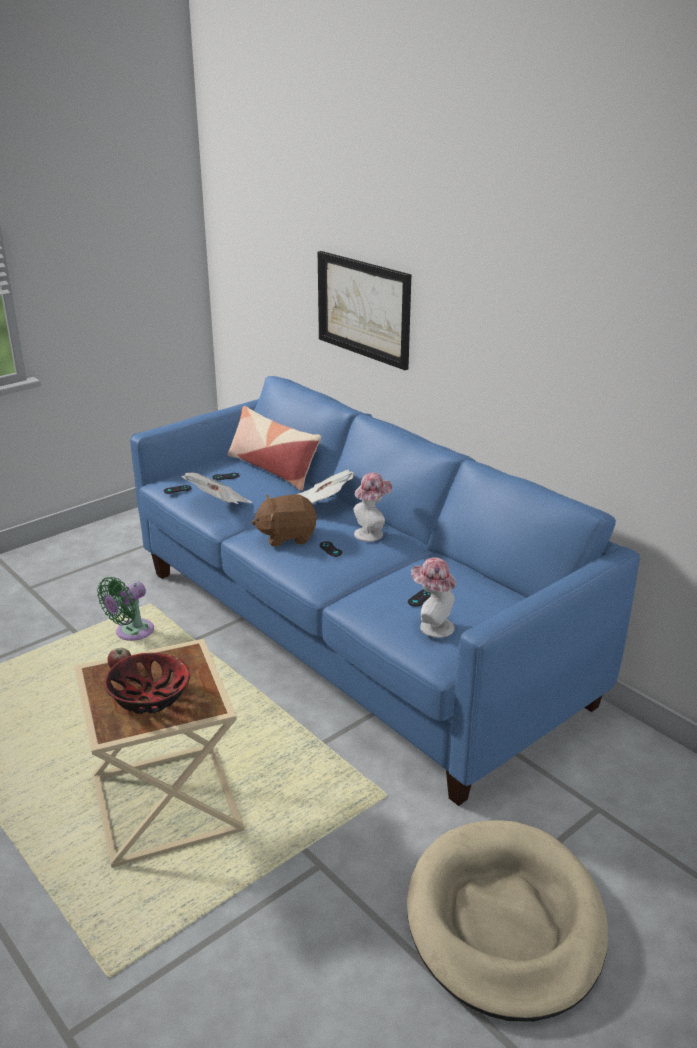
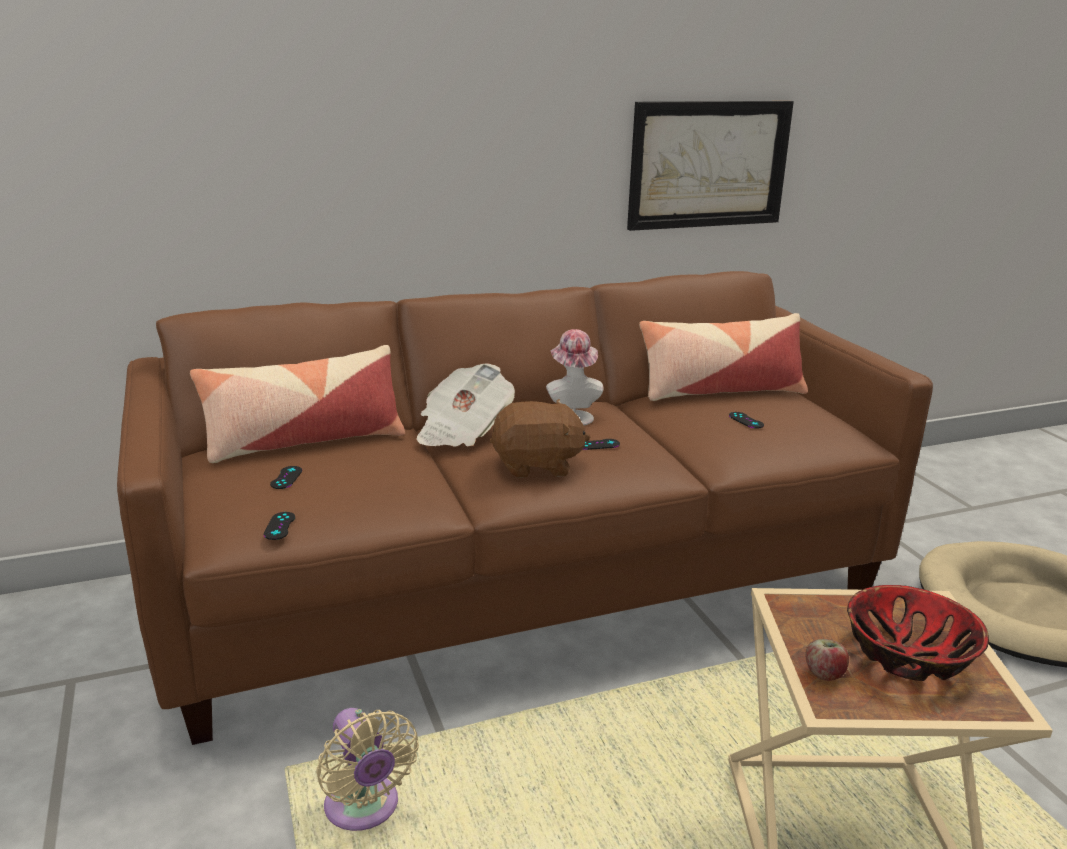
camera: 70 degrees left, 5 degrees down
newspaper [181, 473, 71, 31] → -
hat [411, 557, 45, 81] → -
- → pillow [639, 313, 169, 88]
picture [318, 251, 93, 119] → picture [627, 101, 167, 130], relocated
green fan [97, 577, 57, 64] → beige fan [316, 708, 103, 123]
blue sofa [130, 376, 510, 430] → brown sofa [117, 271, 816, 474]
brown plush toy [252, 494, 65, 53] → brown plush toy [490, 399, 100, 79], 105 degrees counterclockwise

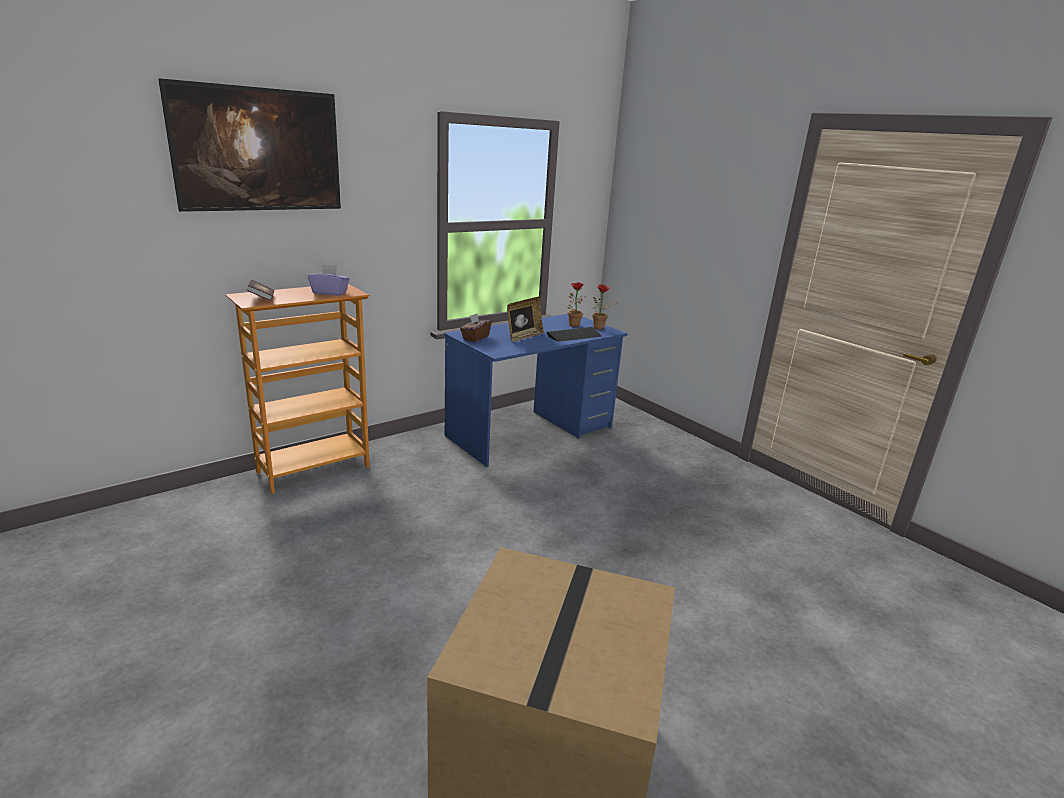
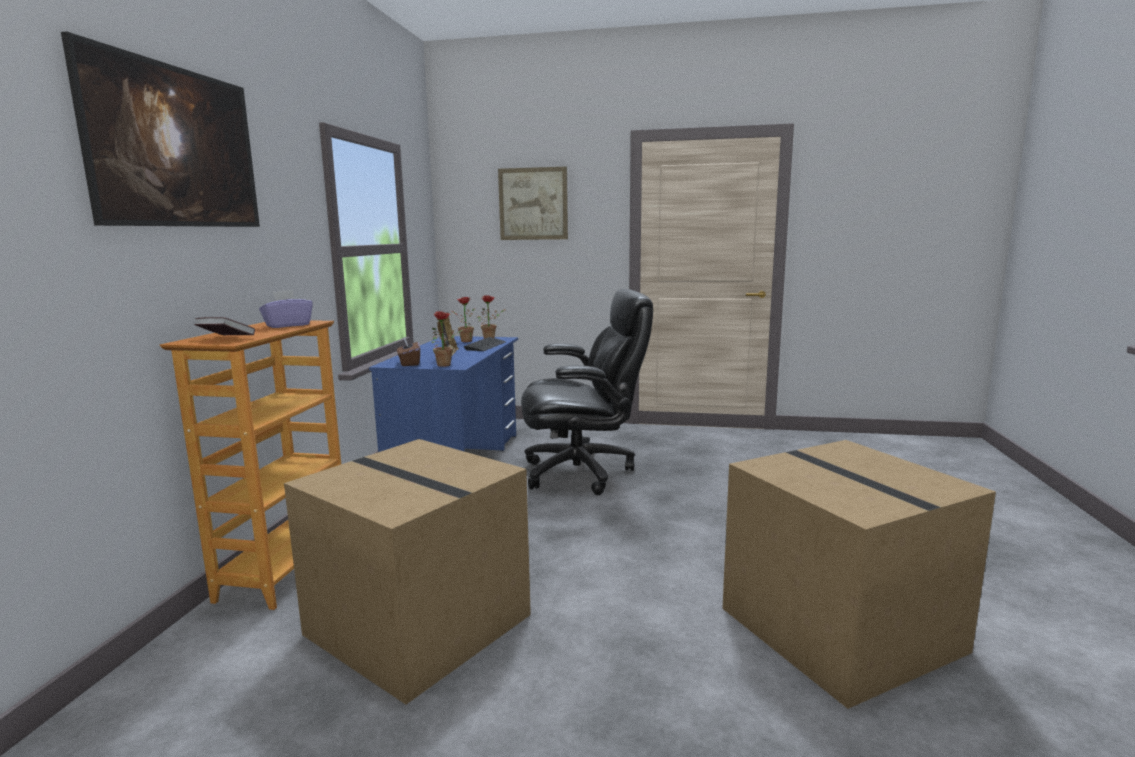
camera: 40 degrees left, 10 degrees down
- → cardboard box [284, 439, 247, 265]
- → potted plant [431, 311, 33, 56]
- → picture [498, 166, 70, 74]
- → black office chair [521, 289, 132, 206]

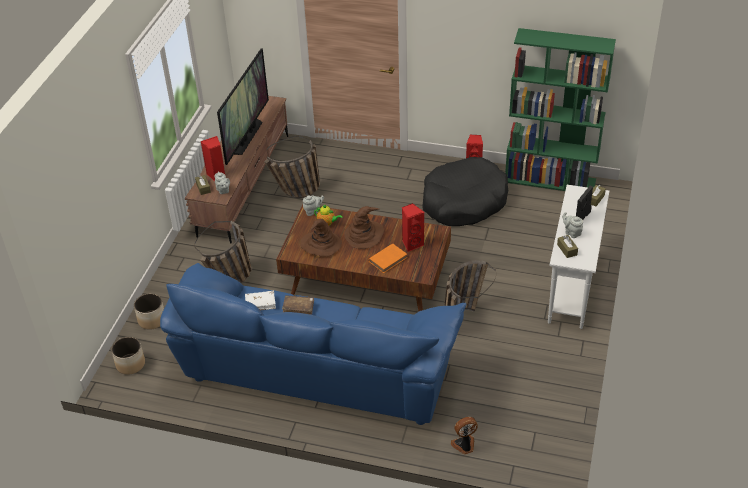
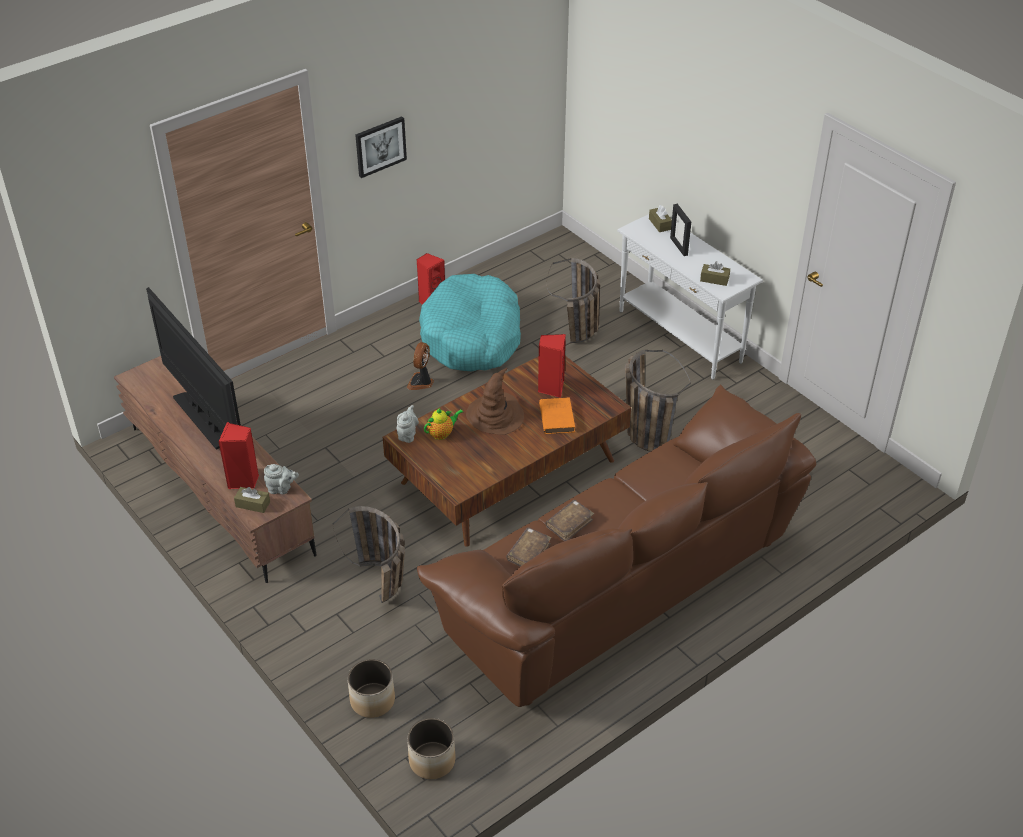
camera: 55 degrees left, 0 degrees up
brown hat [300, 219, 42, 38] → -
green bookcase [505, 28, 111, 163] → -
grey teapot [562, 212, 21, 26] → -
- → picture [355, 116, 52, 62]
basket [264, 136, 56, 62] → basket [546, 258, 54, 85], relocated
fan [451, 417, 27, 37] → fan [407, 342, 27, 48], relocated
blue sofa [160, 263, 307, 162] → brown sofa [417, 384, 399, 323]
white book [245, 291, 31, 19] → brown book [506, 528, 45, 39]
black dog bed [423, 157, 85, 69] → turquoise dog bed [419, 274, 102, 97]

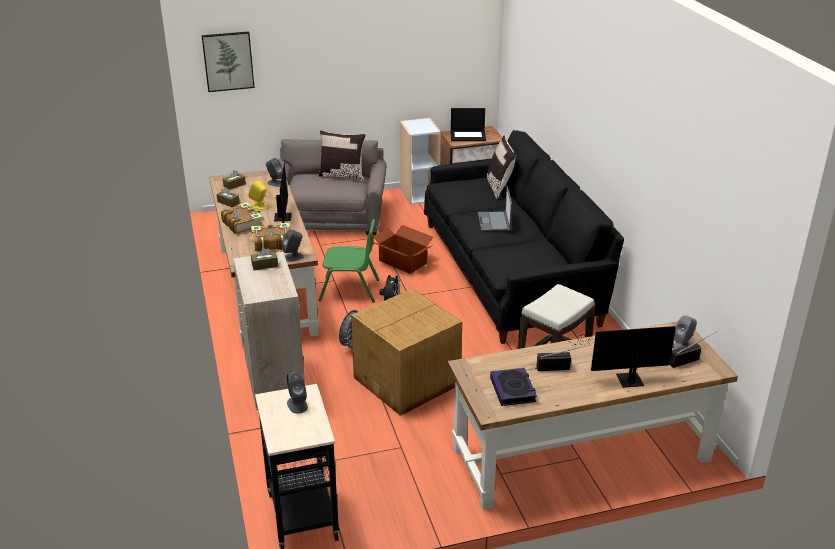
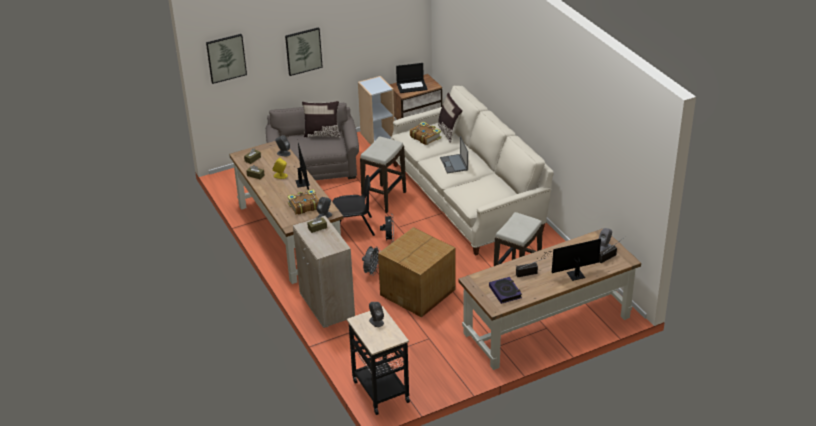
camera: 10 degrees left, 5 degrees up
- → picture [285, 27, 38, 49]
book [221, 202, 43, 32] → book [410, 121, 31, 24], relocated
cardboard box [373, 225, 60, 49] → stool [360, 136, 46, 77]
green chair [319, 219, 60, 84] → black chair [332, 175, 43, 61]
black sofa [424, 130, 200, 214] → beige sofa [391, 86, 162, 170]

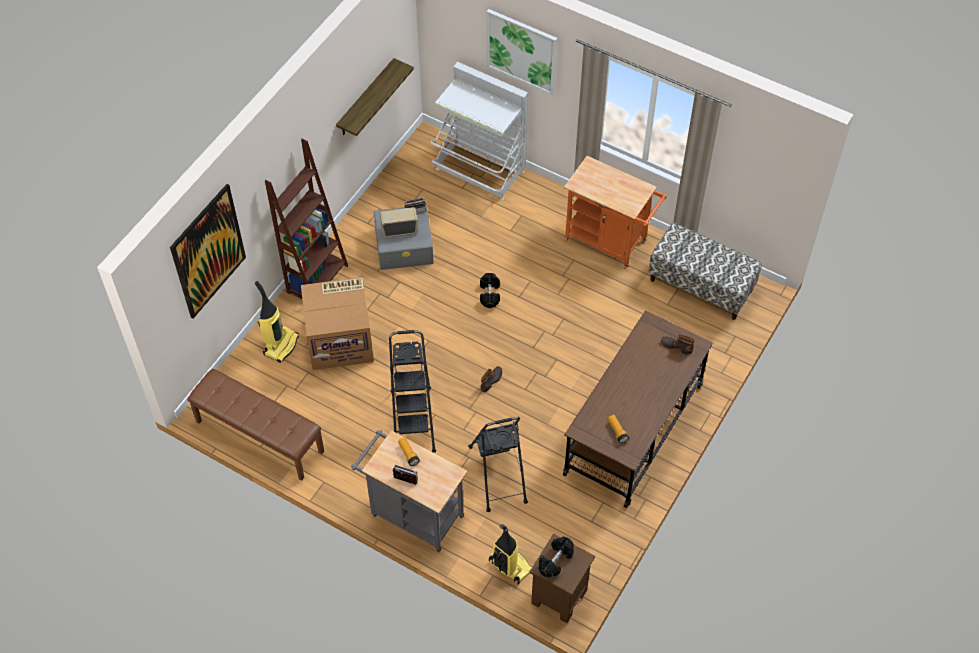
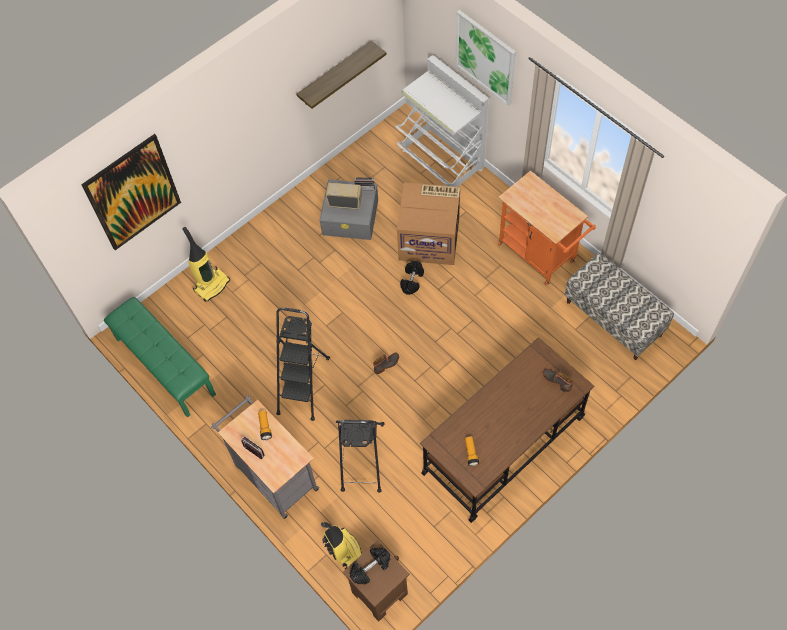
camera: 20 degrees right, 5 degrees up
brown bookcase [265, 138, 83, 160] → -
cardboard box [301, 277, 73, 93] → cardboard box [397, 182, 63, 83], relocated
brown bench [187, 369, 137, 111] → green bench [104, 297, 112, 121]

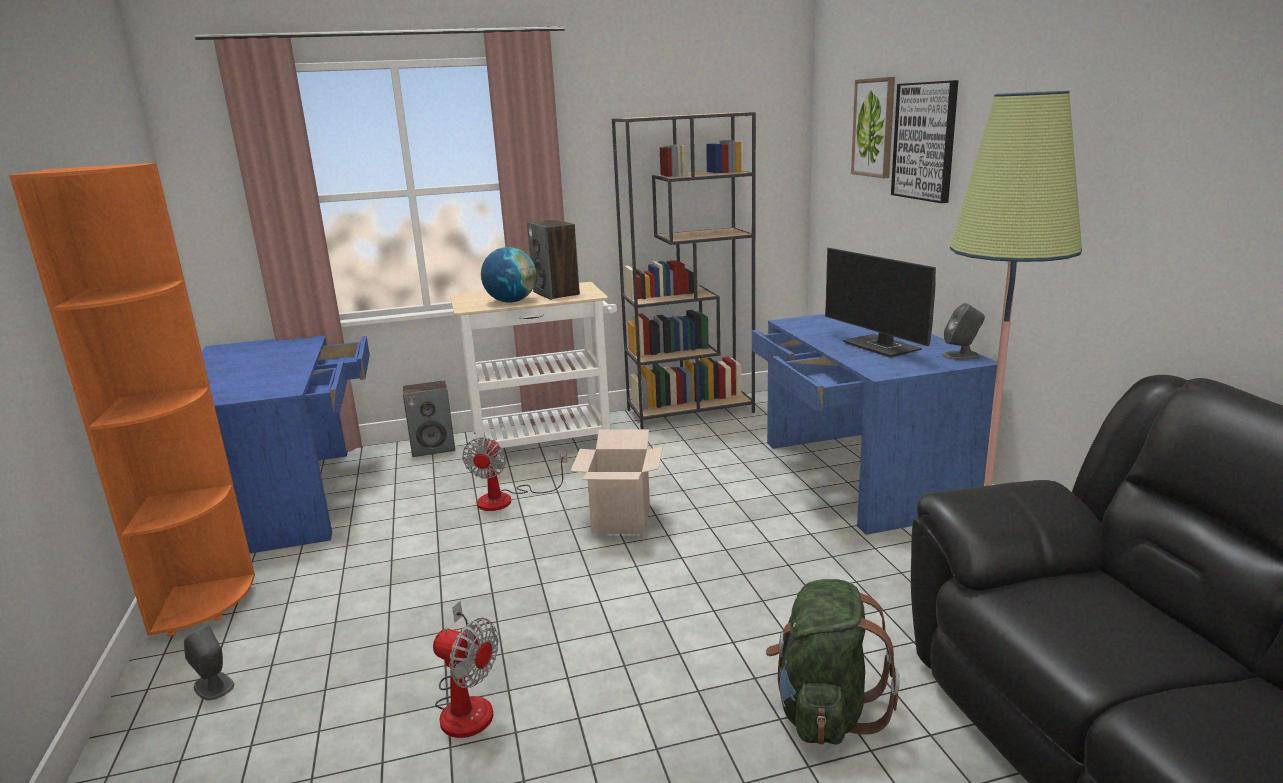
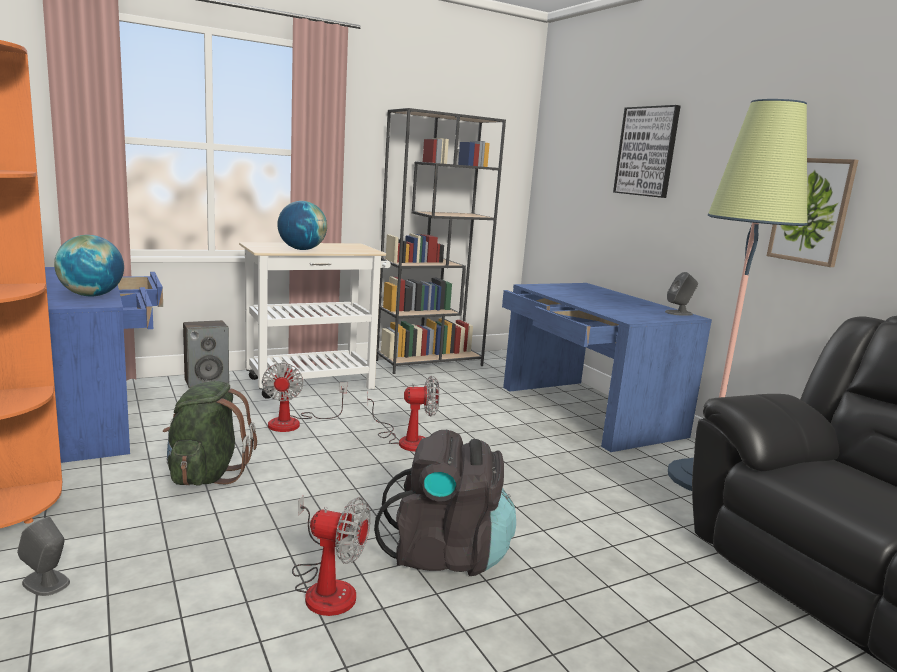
camera: 15 degrees left, 5 degrees down
speaker [527, 220, 53, 80] → -
monitor [825, 248, 111, 110] → -
- → globe [54, 235, 70, 61]
- → black backpack [374, 430, 142, 146]
green backpack [766, 579, 133, 166] → green backpack [163, 381, 94, 105], relocated
picture [851, 77, 44, 101] → picture [767, 158, 91, 109], relocated
cardboard box [571, 429, 92, 105] → fan [367, 376, 73, 76]

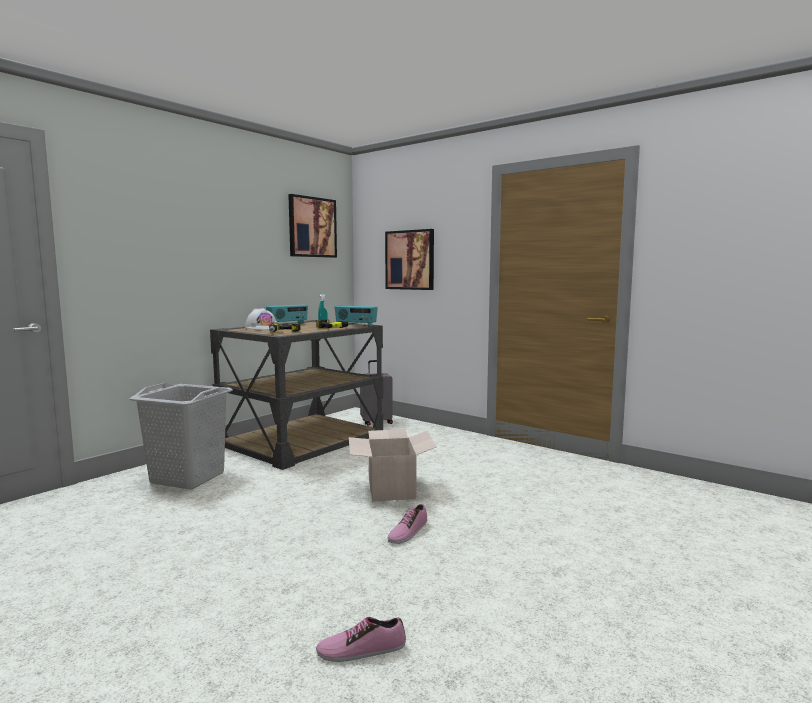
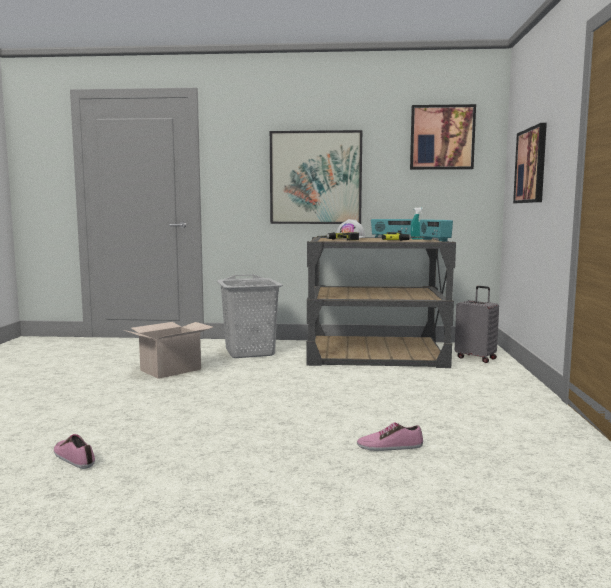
camera: 55 degrees right, 0 degrees up
- → picture [270, 130, 92, 94]
cardboard box [349, 429, 88, 73] → cardboard box [124, 322, 89, 57], relocated
shoe [387, 504, 40, 40] → shoe [357, 422, 66, 29], relocated

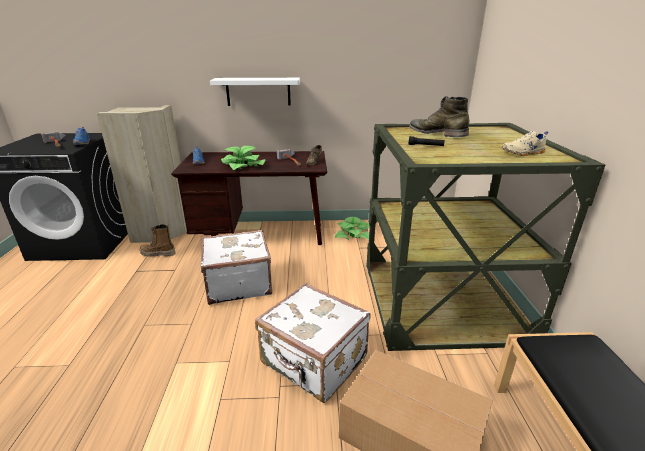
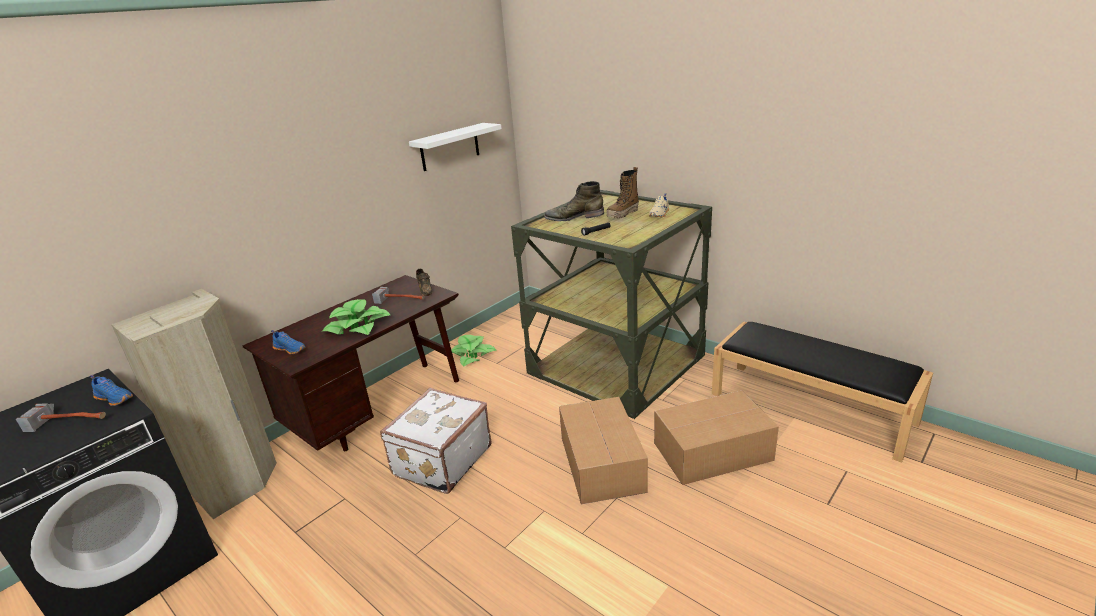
camera: 45 degrees left, 0 degrees up
boot [139, 224, 36, 33] → boot [607, 167, 32, 51], relocated
white shelf [210, 78, 90, 28] → white shelf [409, 123, 93, 48], relocated
white suitcase [255, 283, 115, 120] → cardboard box [559, 397, 89, 107]

